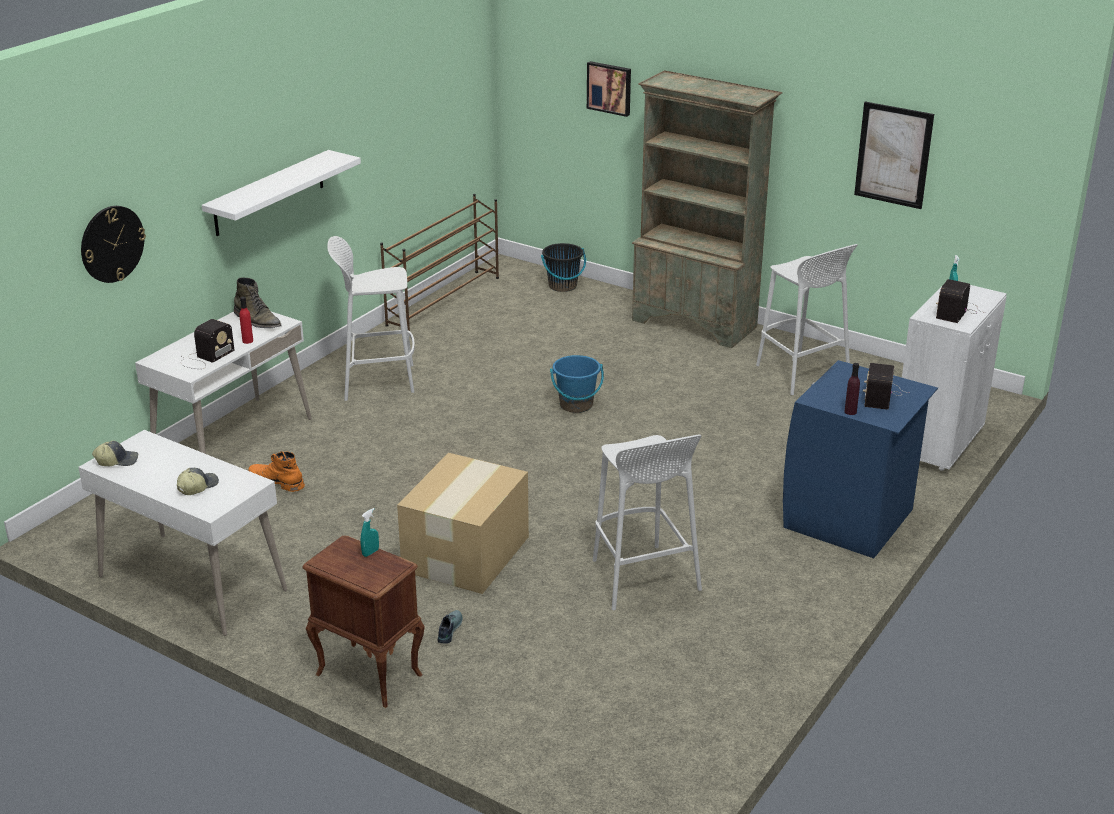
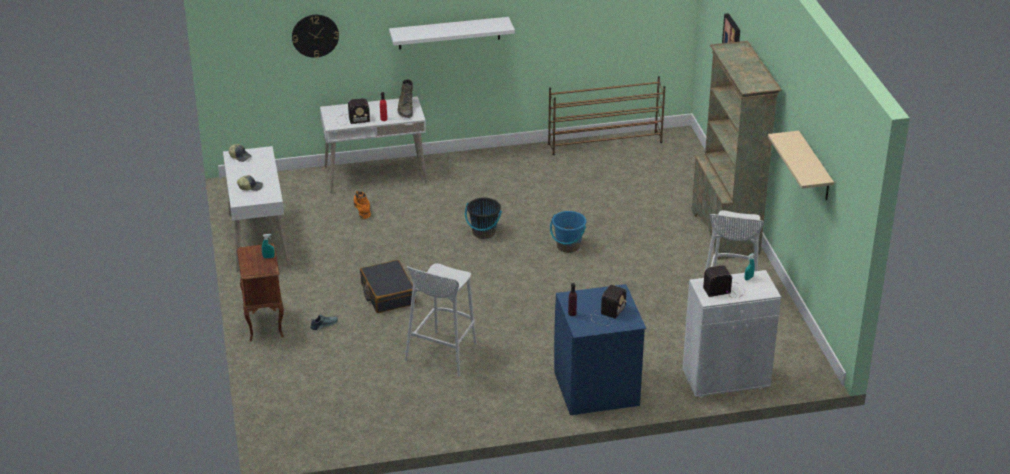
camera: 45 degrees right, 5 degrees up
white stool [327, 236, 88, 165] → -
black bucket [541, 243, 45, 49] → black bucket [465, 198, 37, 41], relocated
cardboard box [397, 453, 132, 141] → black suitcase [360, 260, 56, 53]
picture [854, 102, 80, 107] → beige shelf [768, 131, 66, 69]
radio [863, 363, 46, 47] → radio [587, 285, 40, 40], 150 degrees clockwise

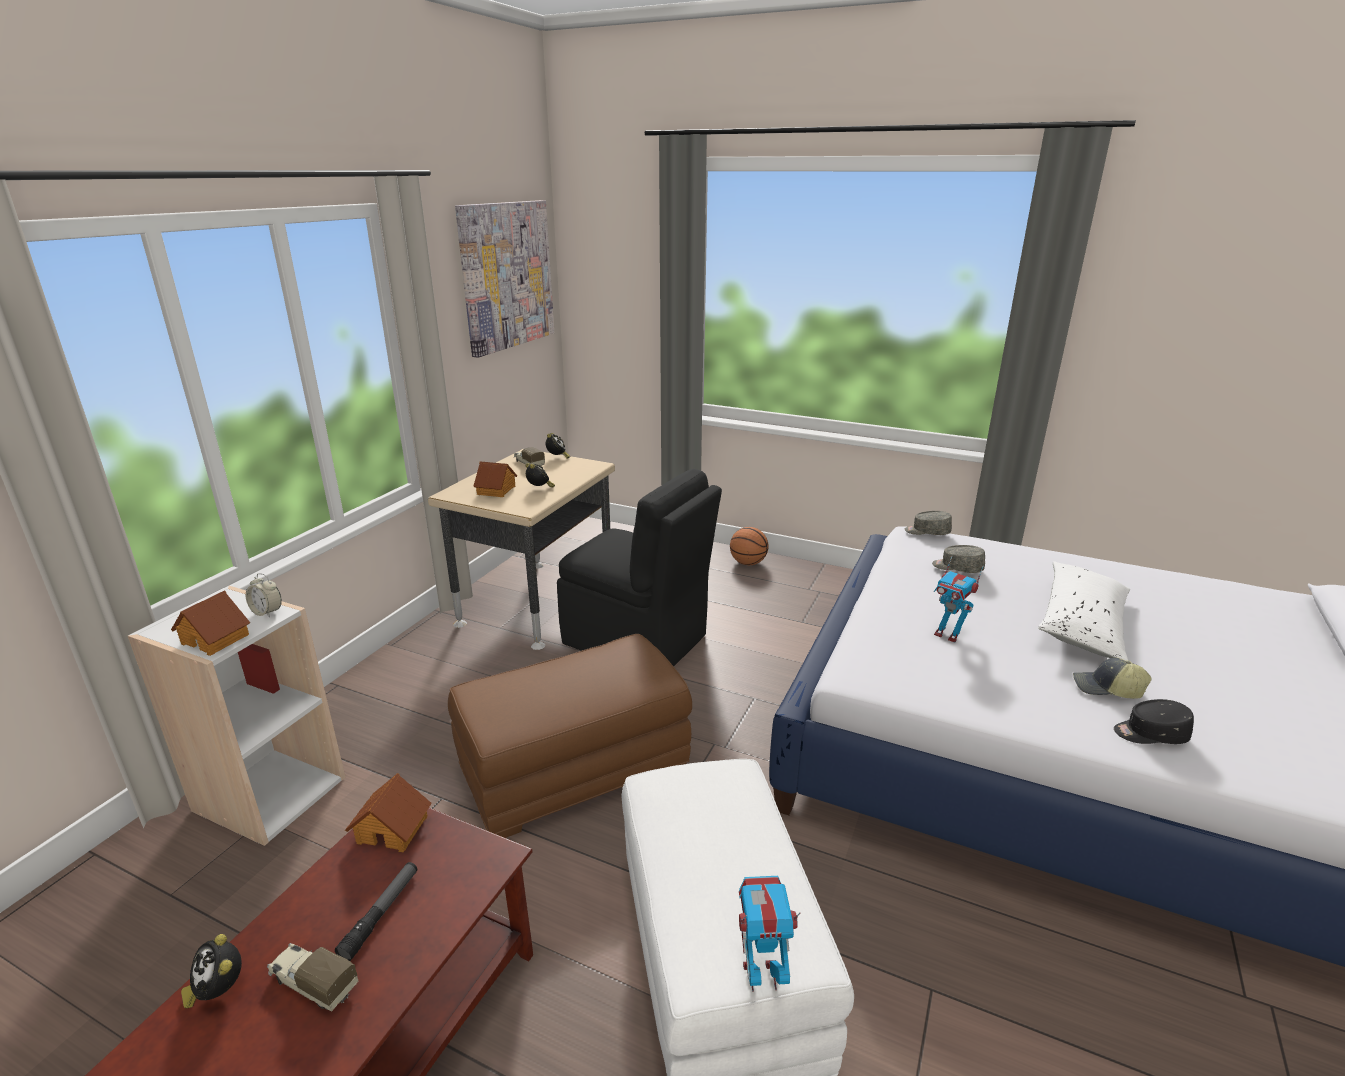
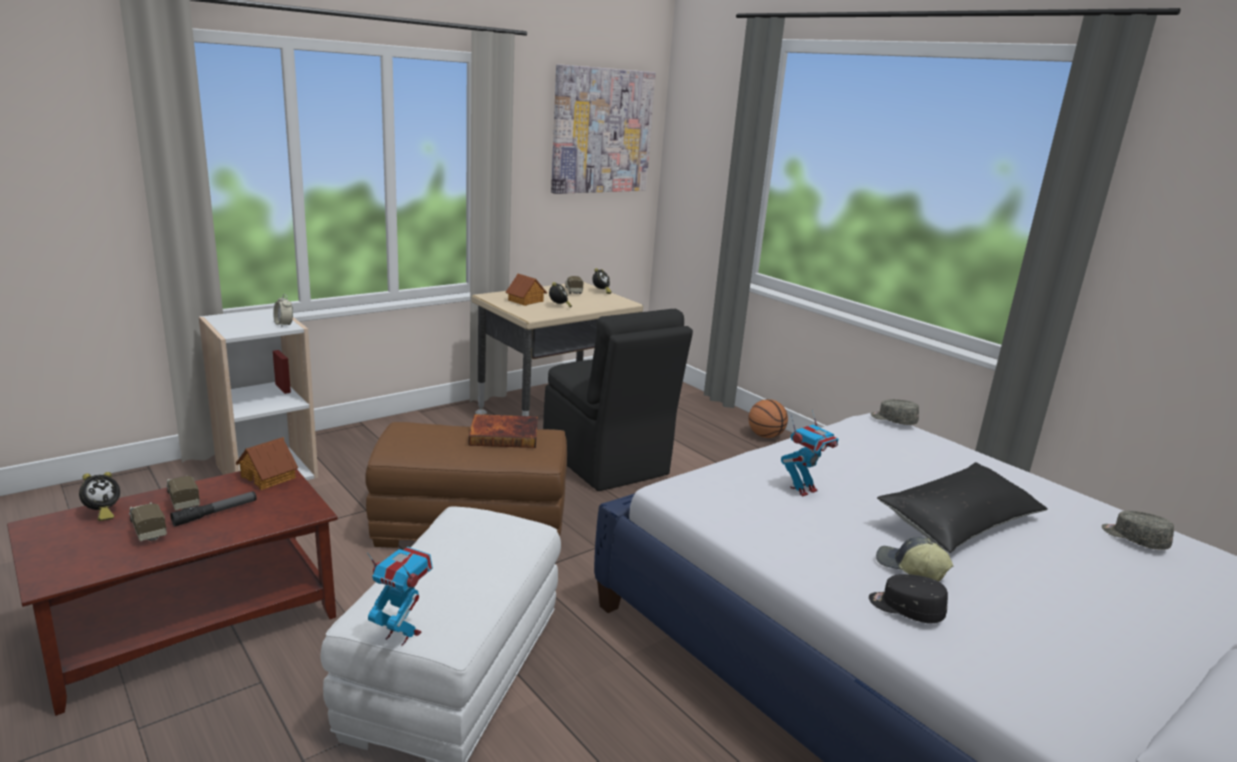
camera: 25 degrees right, 5 degrees down
toy house [171, 591, 79, 65] → -
- → toy truck [166, 475, 34, 35]
- → book [469, 414, 69, 34]
grey cap [932, 545, 53, 28] → grey cap [1102, 511, 72, 39], relocated
white pillow [1038, 561, 92, 99] → black pillow [877, 462, 171, 91]
alarm clock [181, 934, 61, 74] → alarm clock [79, 472, 41, 49], 135 degrees counterclockwise
toy robot [934, 556, 49, 87] → toy robot [781, 409, 57, 87], 105 degrees counterclockwise

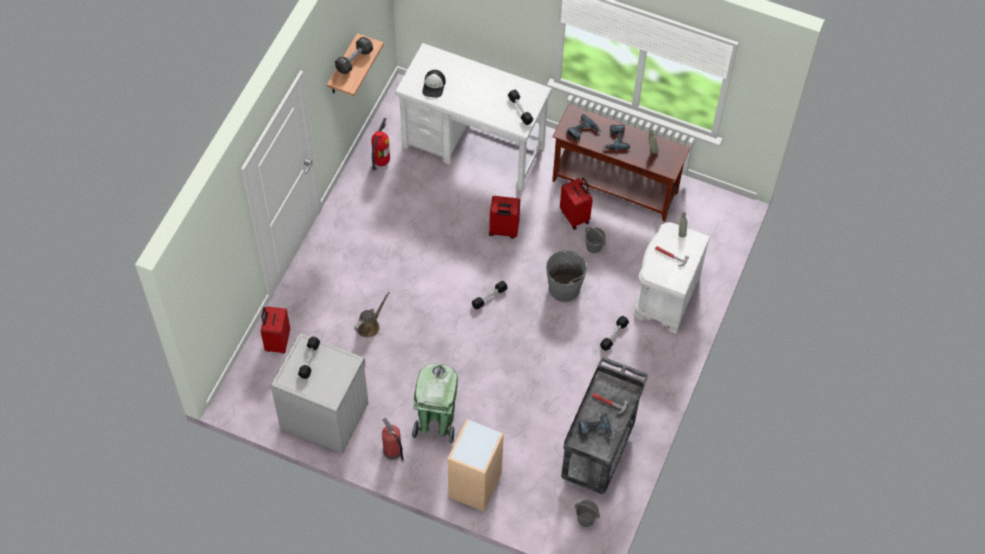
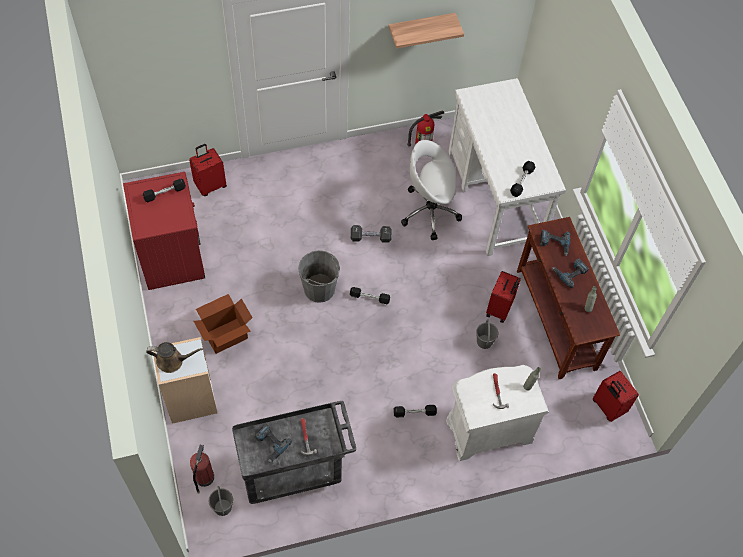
camera: 50 degrees right, 0 degrees up
cap [422, 70, 24, 28] → -
- → white office chair [401, 140, 61, 100]
black dumbbell [335, 37, 38, 37] → black dumbbell [351, 225, 41, 18], relocated
brown watering can [354, 292, 36, 45] → brown watering can [146, 342, 58, 31], relocated
fire extinguisher [382, 418, 23, 45] → fire extinguisher [190, 445, 24, 49], relocated
red suitcase [489, 196, 31, 42] → red suitcase [593, 371, 46, 51], relocated
grey bucket [546, 250, 42, 52] → grey bucket [298, 250, 42, 53], relocated
green trash can [412, 364, 46, 79] → cardboard box [194, 294, 59, 60]
white washing machine [271, 333, 97, 121] → red washing machine [123, 172, 82, 118]

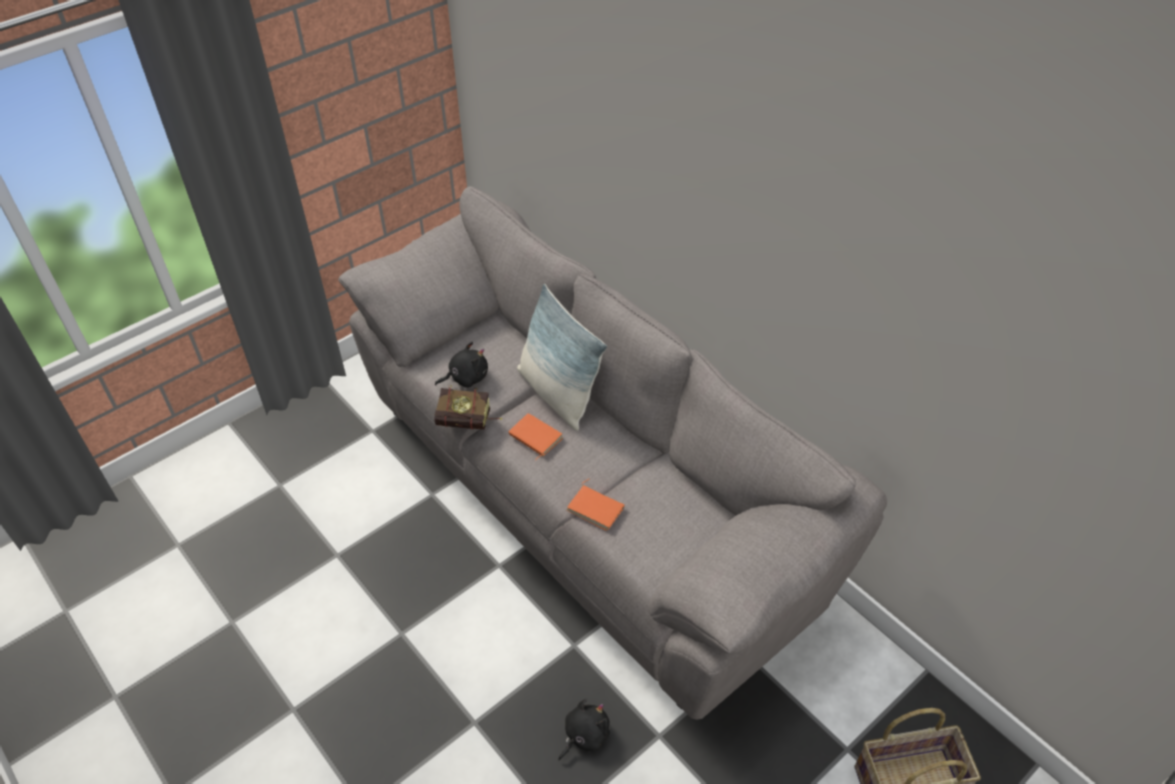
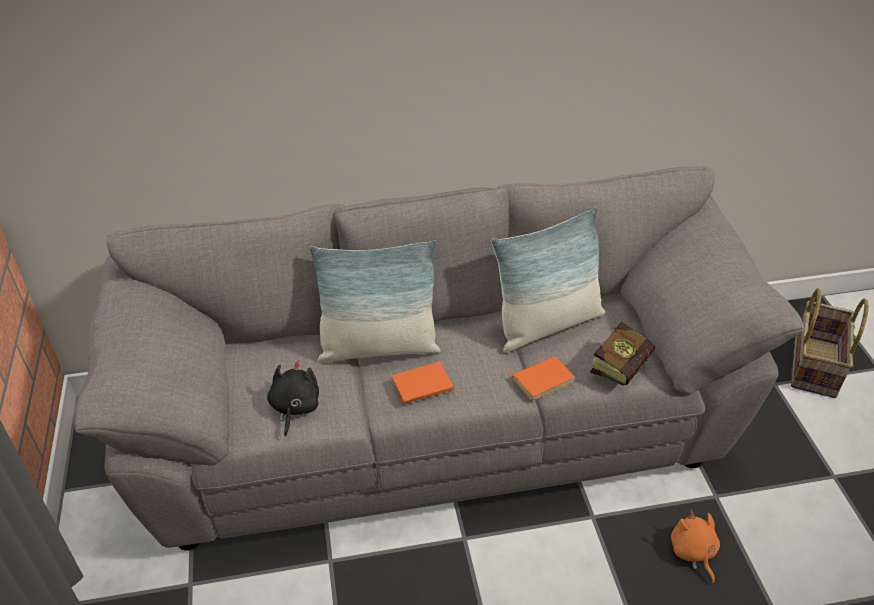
camera: 60 degrees left, 5 degrees down
- → pillow [491, 208, 114, 145]
book [434, 386, 68, 43] → book [591, 322, 64, 63], relocated
black plush toy [558, 699, 52, 61] → orange plush toy [671, 509, 49, 75]

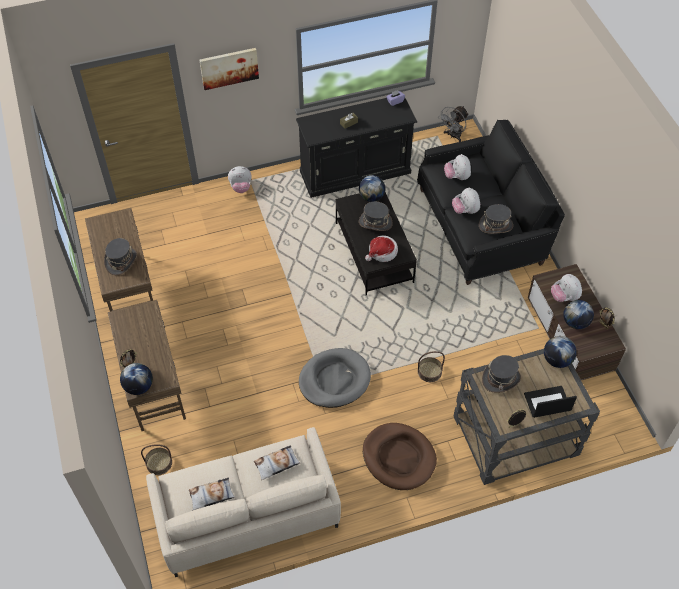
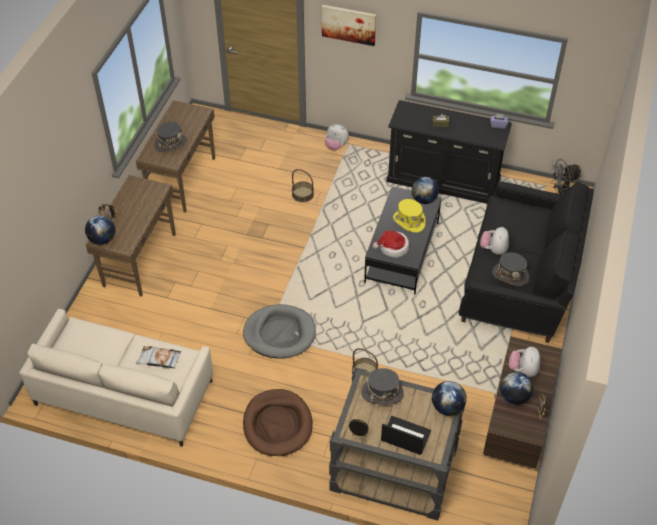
camera: 35 degrees right, 5 degrees down
pillow [189, 478, 46, 32] → -
plush toy [444, 154, 27, 26] → -
basket [141, 444, 31, 31] → basket [292, 169, 22, 33], relocated
grey hat [359, 202, 34, 29] → yellow hat [393, 199, 33, 34]

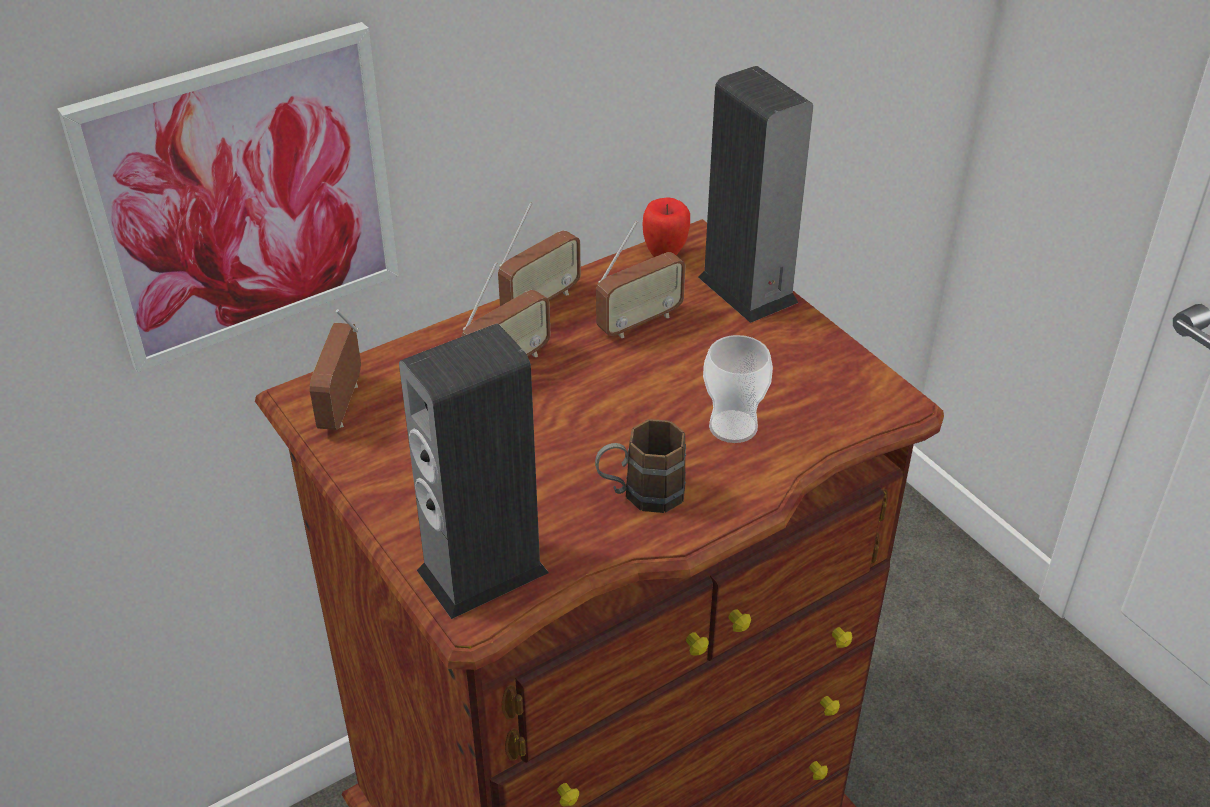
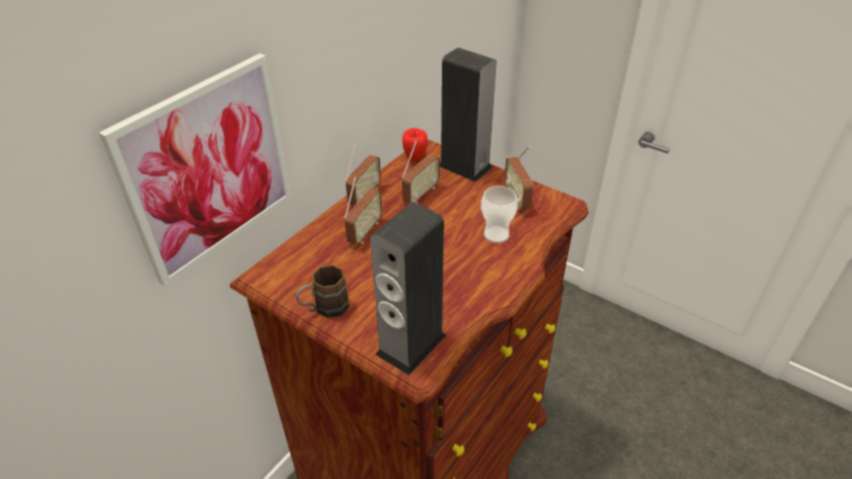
camera: 20 degrees left, 0 degrees up
radio [310, 309, 51, 121] → radio [504, 146, 30, 64], relocated
brown mug [595, 419, 91, 94] → brown mug [296, 265, 54, 53], relocated

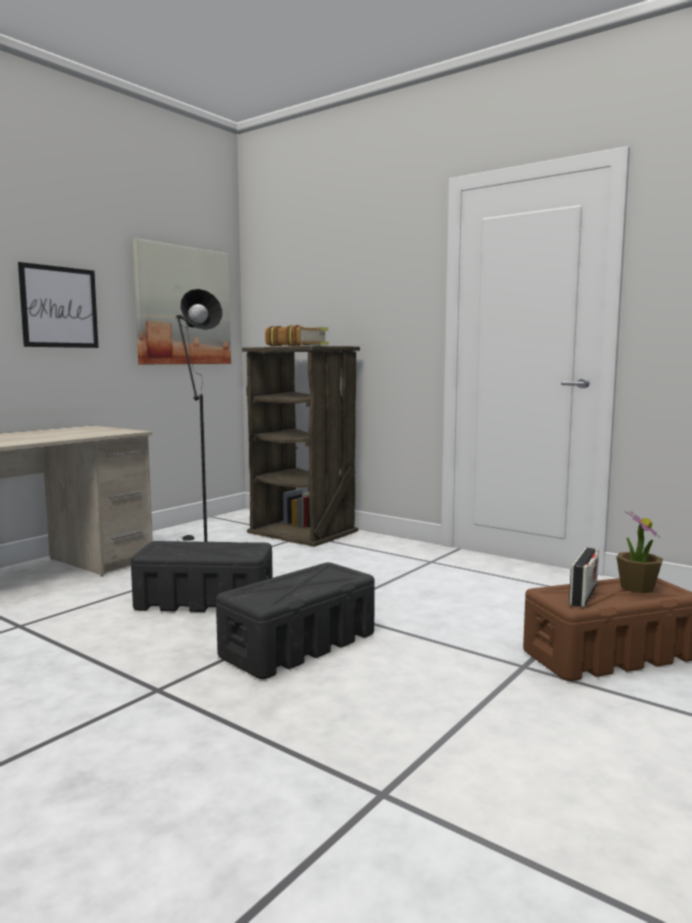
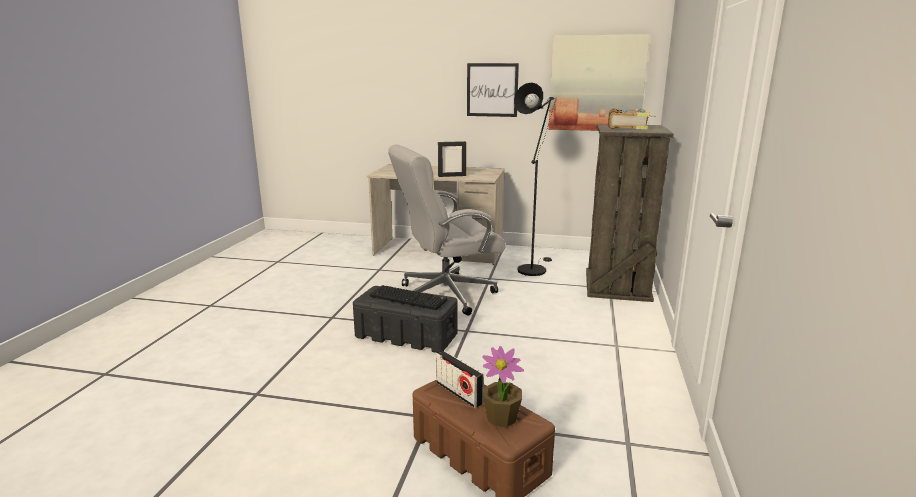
camera: 65 degrees right, 10 degrees up
- → keyboard [370, 285, 77, 25]
- → picture frame [438, 141, 28, 36]
black storage box [131, 541, 142, 71] → grey office chair [388, 145, 118, 170]
radio [569, 548, 30, 59] → radio [436, 351, 48, 57], 45 degrees clockwise

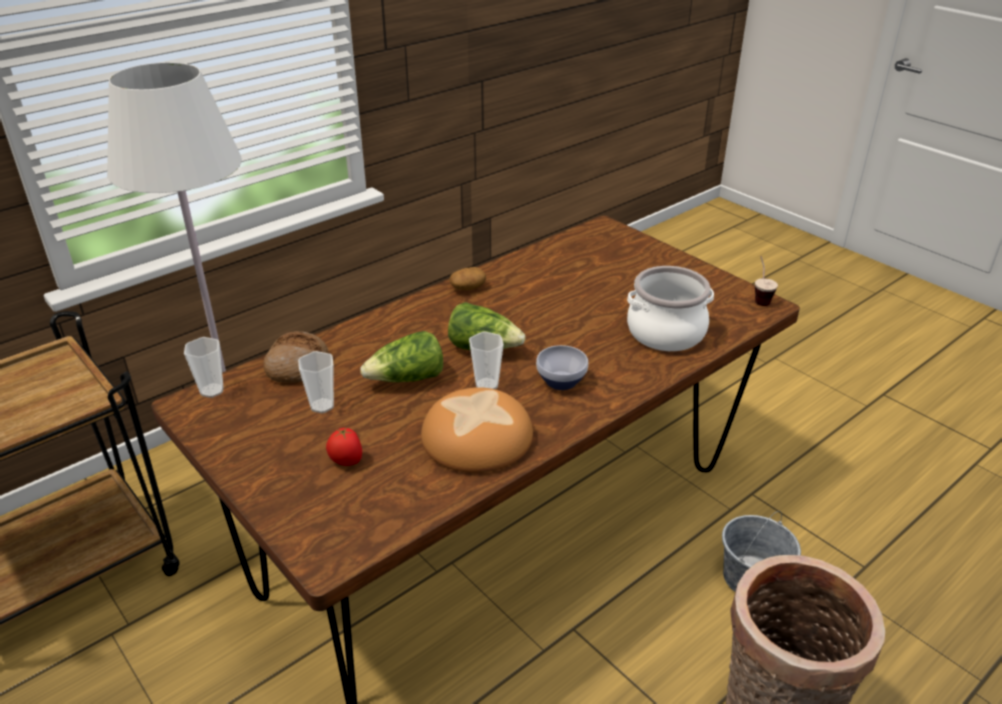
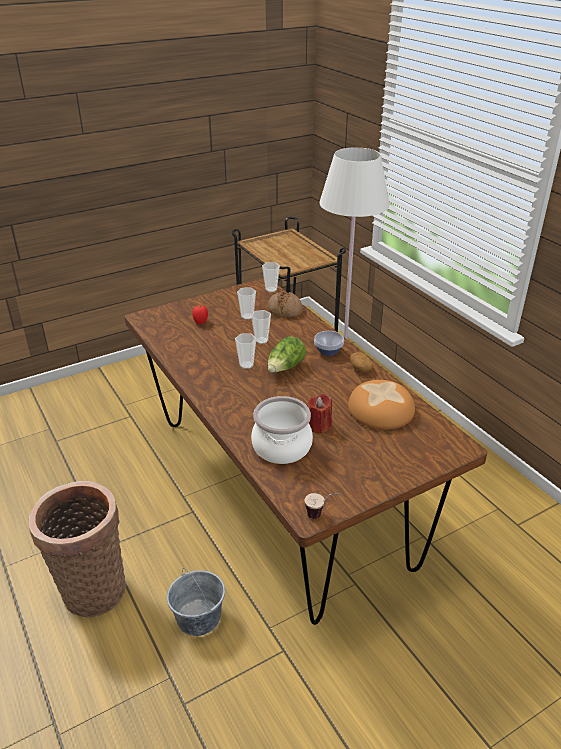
camera: 100 degrees right, 0 degrees up
- → red candle [307, 394, 25, 40]
bread [421, 387, 112, 86] → bread [348, 380, 67, 50], relocated
bowl [536, 345, 52, 45] → bowl [314, 331, 30, 25], relocated
lettuce [360, 331, 83, 51] → cup [251, 310, 20, 34]

